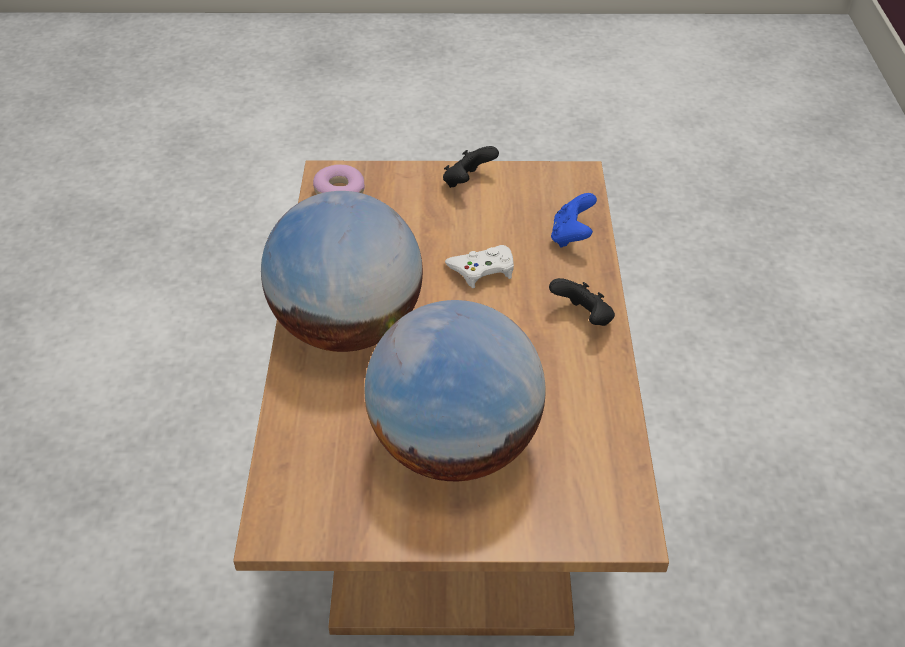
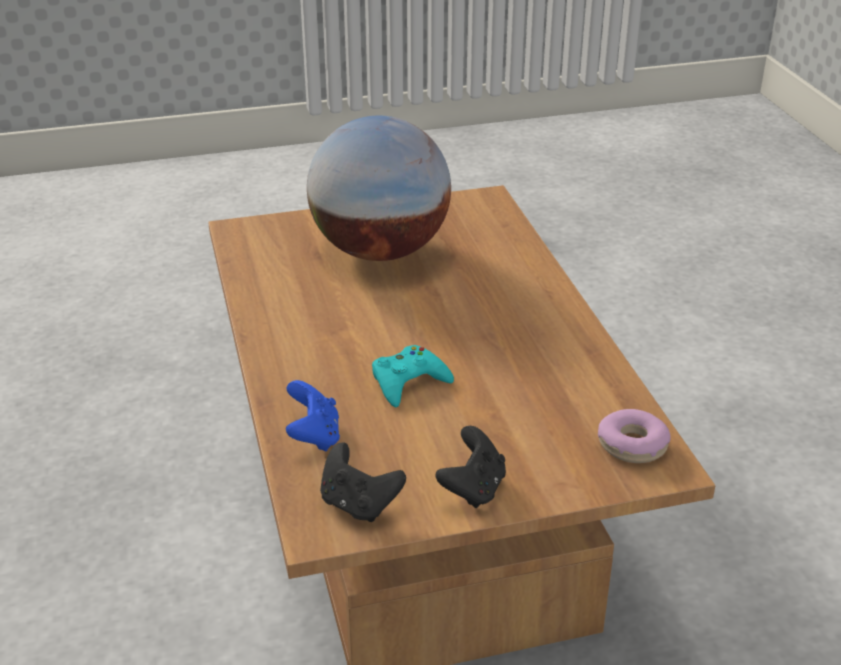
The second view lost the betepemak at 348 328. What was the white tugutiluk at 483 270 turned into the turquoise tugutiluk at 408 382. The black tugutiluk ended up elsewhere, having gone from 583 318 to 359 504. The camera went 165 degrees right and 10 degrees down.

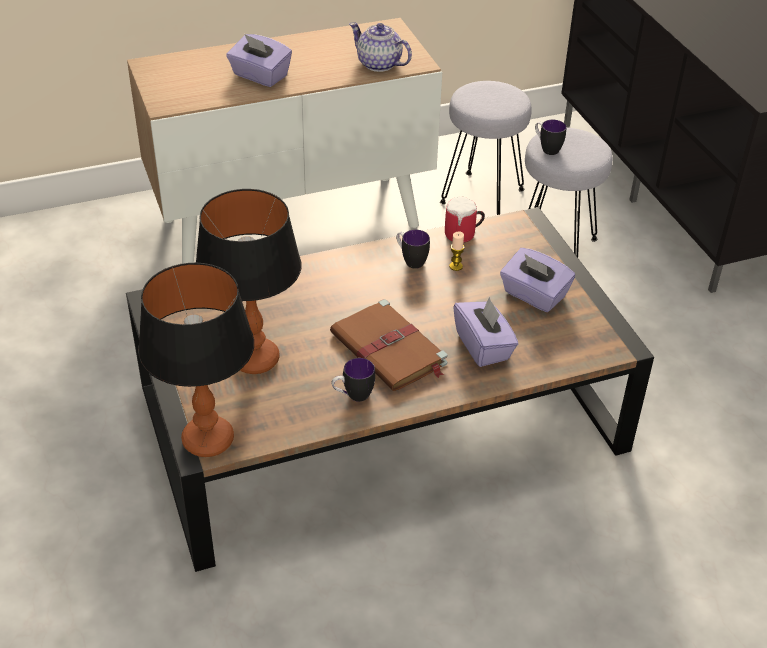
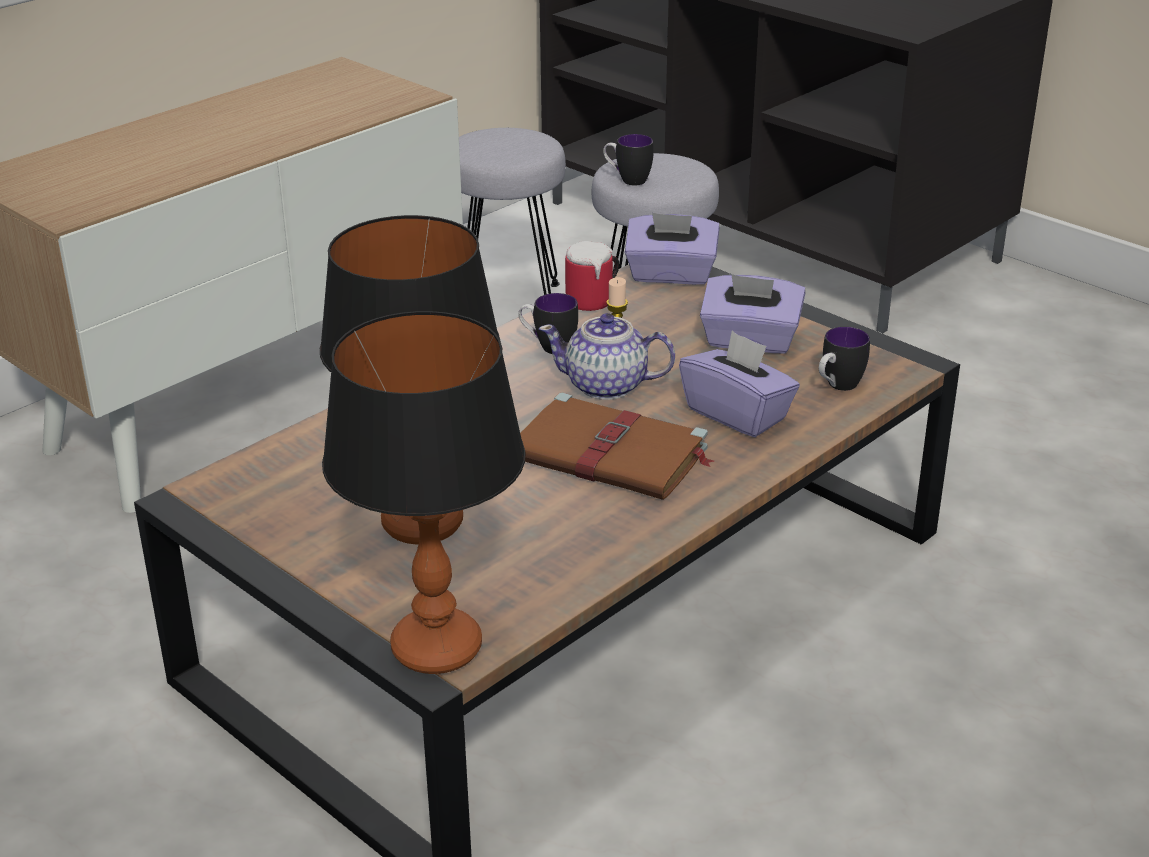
The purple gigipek ended up elsewhere, having gone from 260 76 to 671 275. The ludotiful ended up elsewhere, having gone from 353 396 to 837 387. The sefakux ended up elsewhere, having gone from 379 64 to 607 386. The camera went 25 degrees left and 10 degrees down.

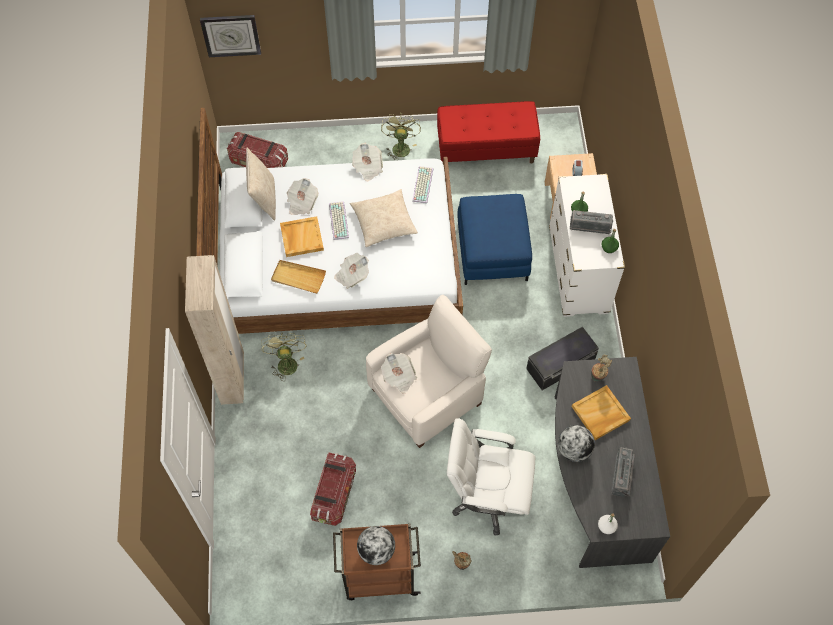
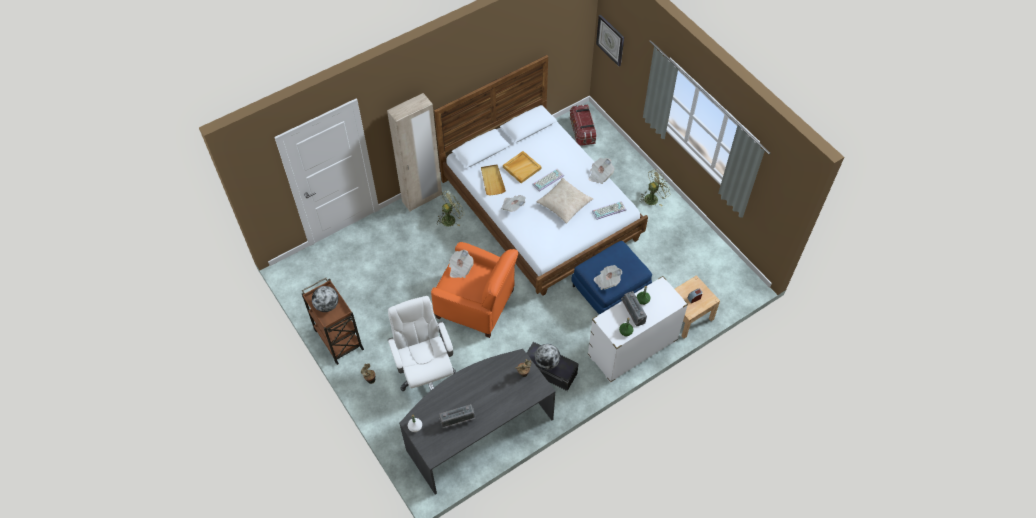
The second view lost the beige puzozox at 264 199. The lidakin ended up elsewhere, having gone from 302 203 to 607 281. The second view lost the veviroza at 334 494. What was the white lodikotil at 427 395 turned into the orange lodikotil at 476 304. The second view lost the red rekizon at 486 149. The betepemak ended up elsewhere, having gone from 573 450 to 547 362. The second view lost the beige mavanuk at 600 414. The camera went 60 degrees right and 5 degrees down.

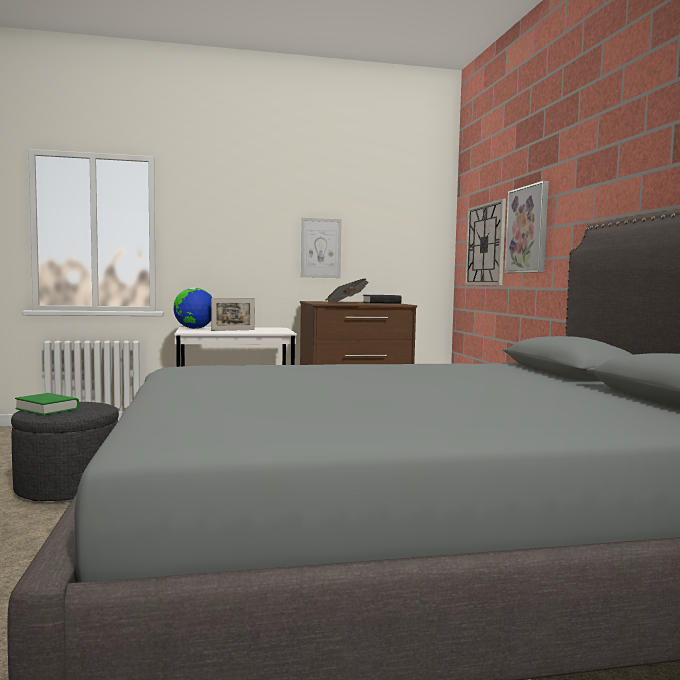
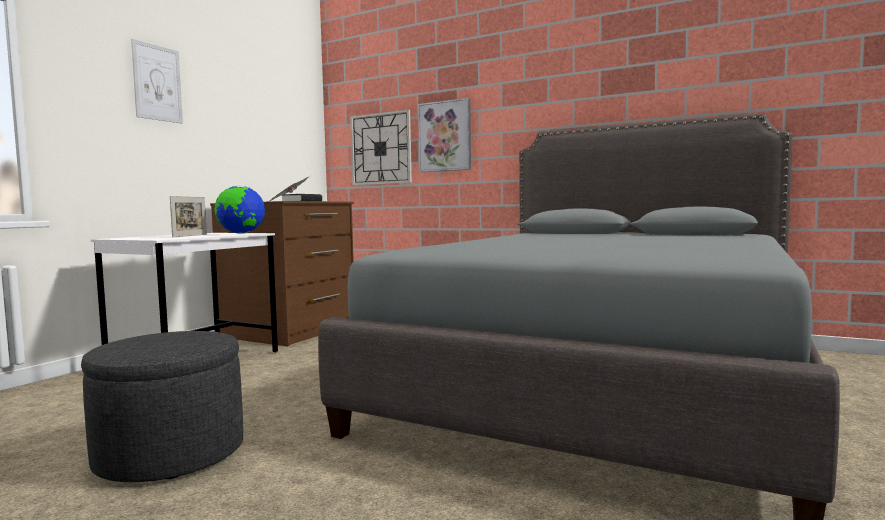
The second view lost the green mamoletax at 47 409. The betepemak ended up elsewhere, having gone from 194 329 to 241 233. The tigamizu ended up elsewhere, having gone from 321 248 to 157 83. The camera went 50 degrees left and 0 degrees up.

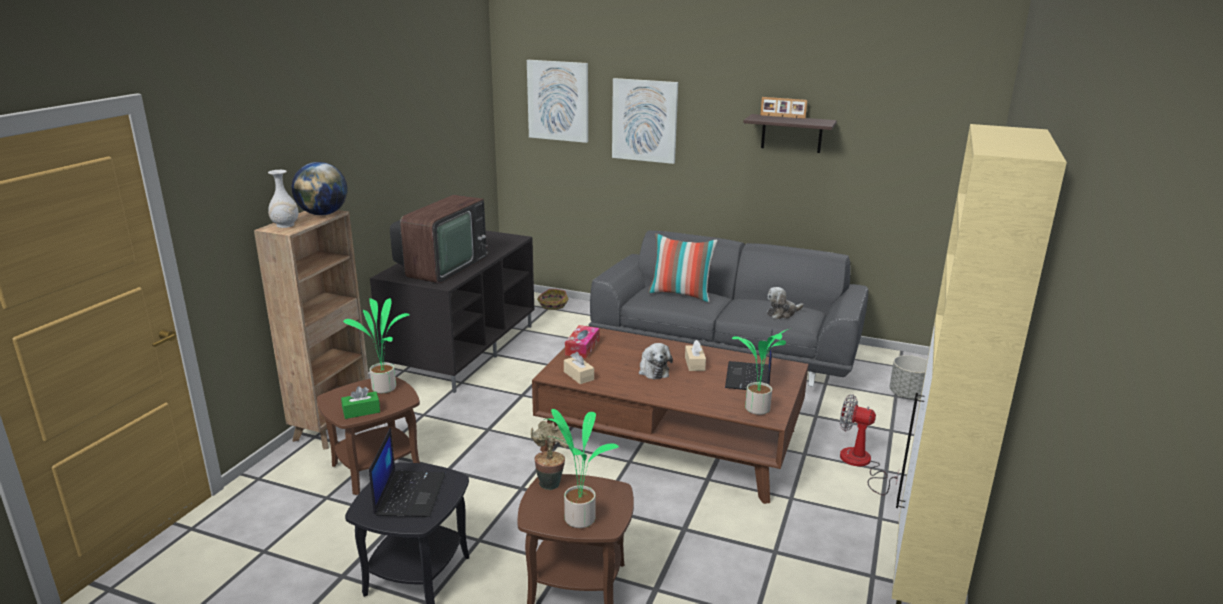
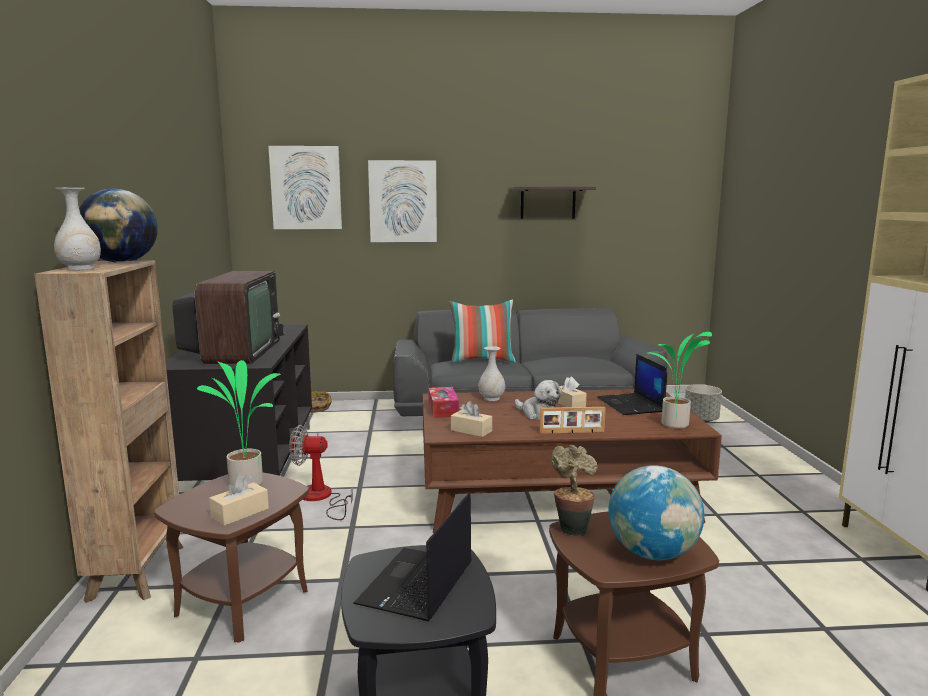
What was the green gigipek at 361 411 turned into the beige gigipek at 240 513. The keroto at 409 494 ended up facing another way, 135 degrees counterclockwise from before. Where the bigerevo stood at 578 518, the betepemak came to stand at 652 553. The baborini ended up elsewhere, having gone from 782 116 to 572 432. The second view lost the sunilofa at 782 313. The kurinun ended up elsewhere, having gone from 860 464 to 320 498. The second view gained the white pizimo at 492 398. The camera went 25 degrees left and 10 degrees down.

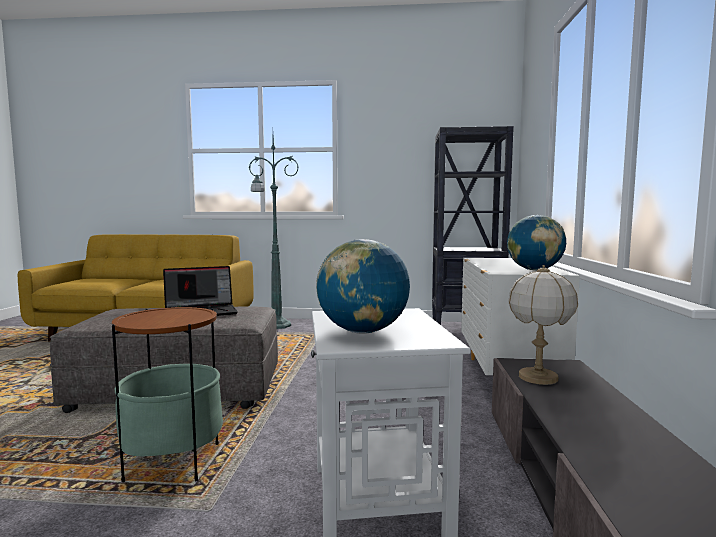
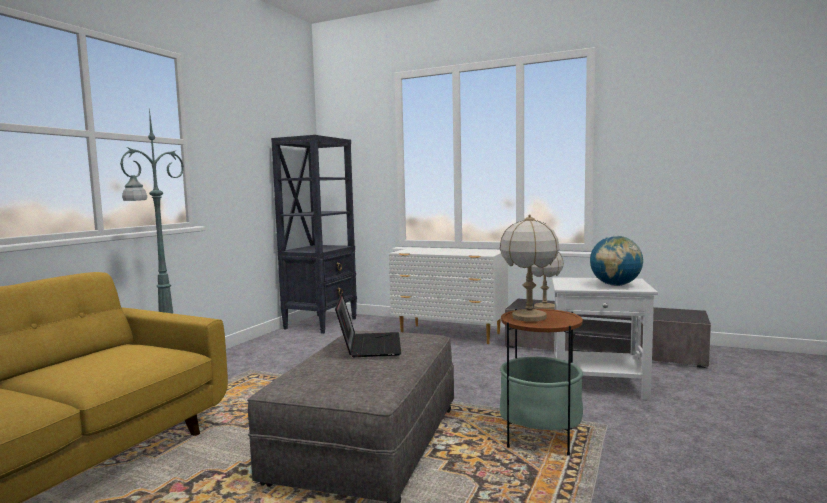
The second view lost the betepemak at 534 270. The second view gained the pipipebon at 528 317. The camera went 70 degrees left and 0 degrees up.

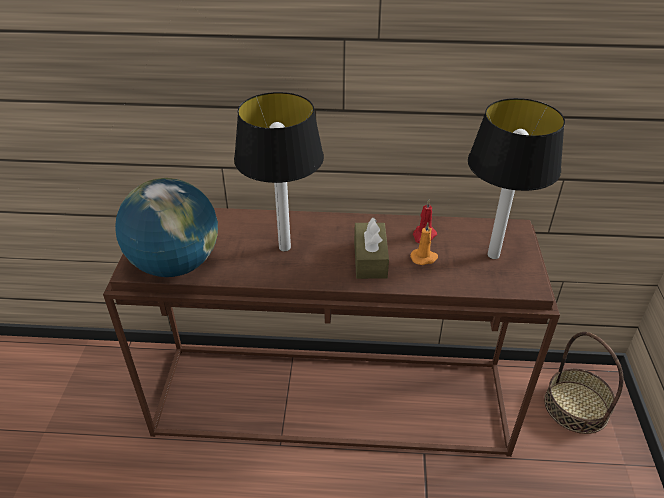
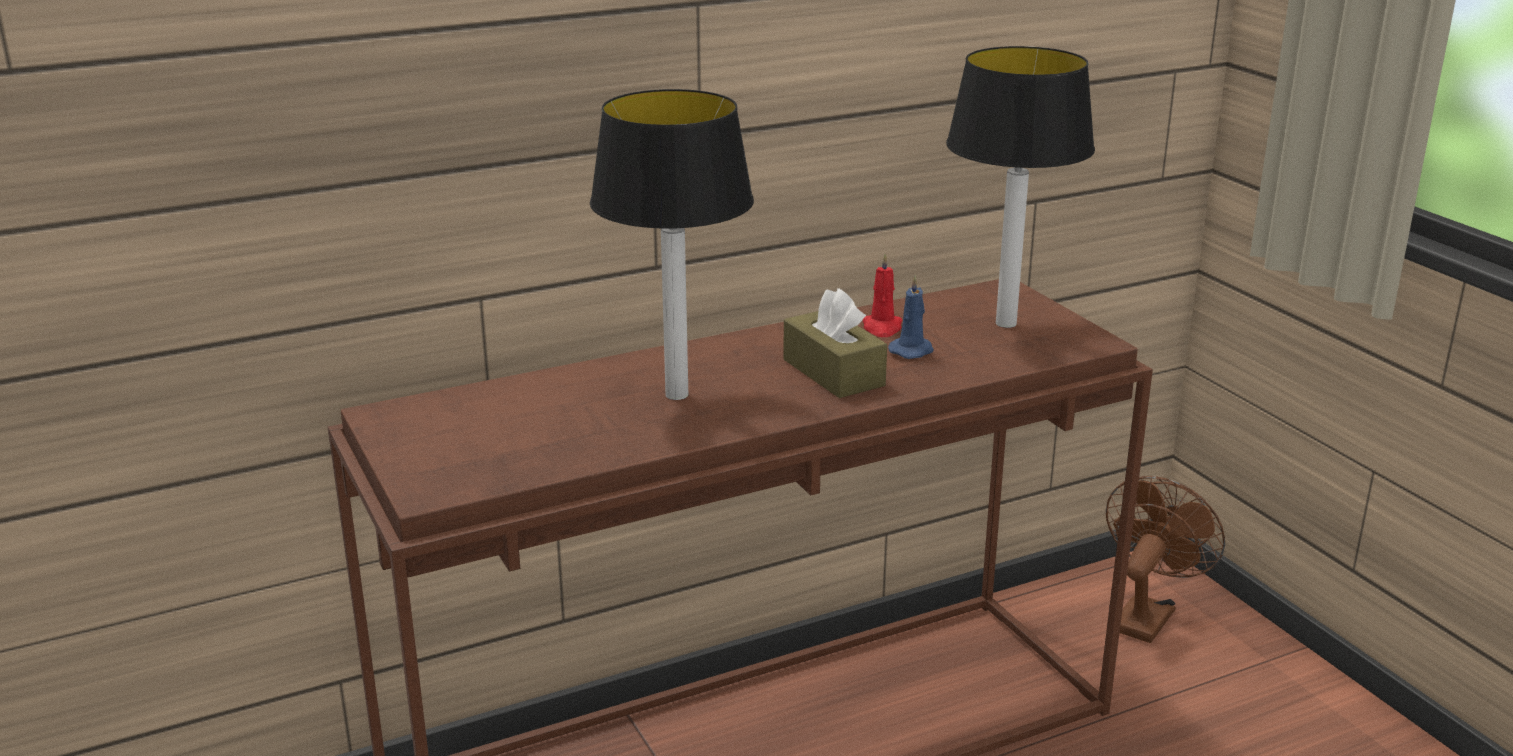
The second view lost the betepemak at 175 264. What was the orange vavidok at 424 258 turned into the blue vavidok at 912 351. Where the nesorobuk stood at 576 406, the brown kurinun came to stand at 1146 615. The camera went 30 degrees left and 15 degrees down.

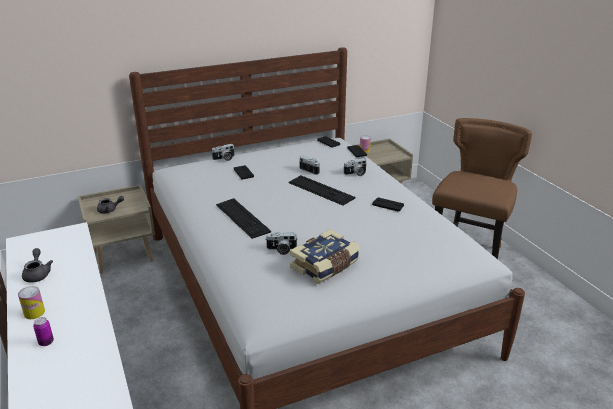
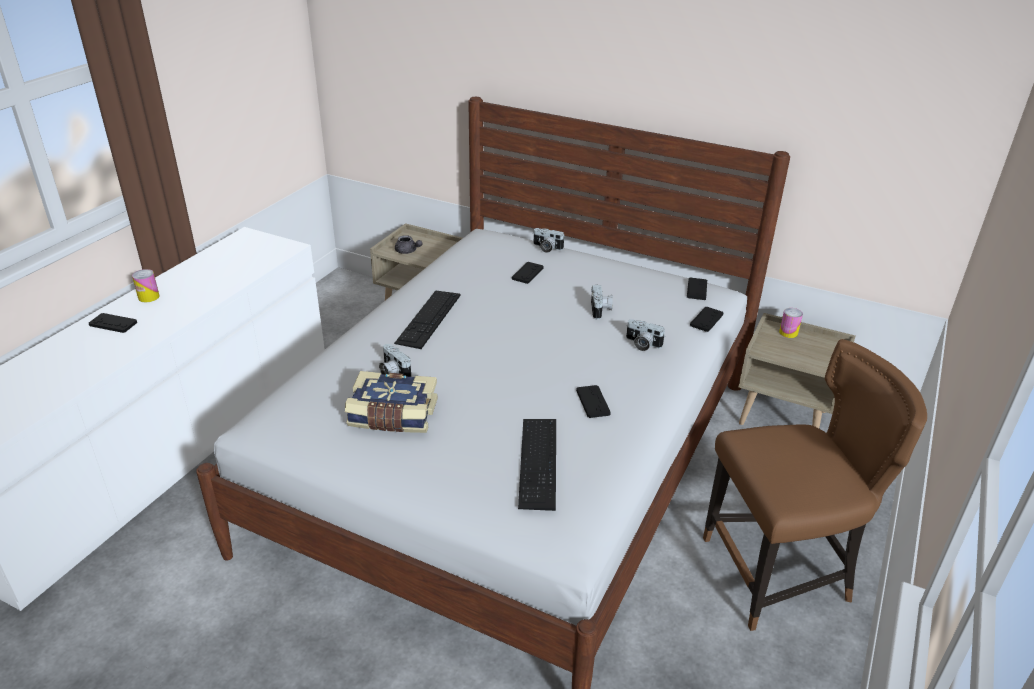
The second view lost the grey sefakux at 38 274. Where the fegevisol stood at 46 342, the black tugutiluk came to stand at 113 324. The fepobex ended up elsewhere, having gone from 320 190 to 538 462. The camera went 50 degrees right and 5 degrees up.

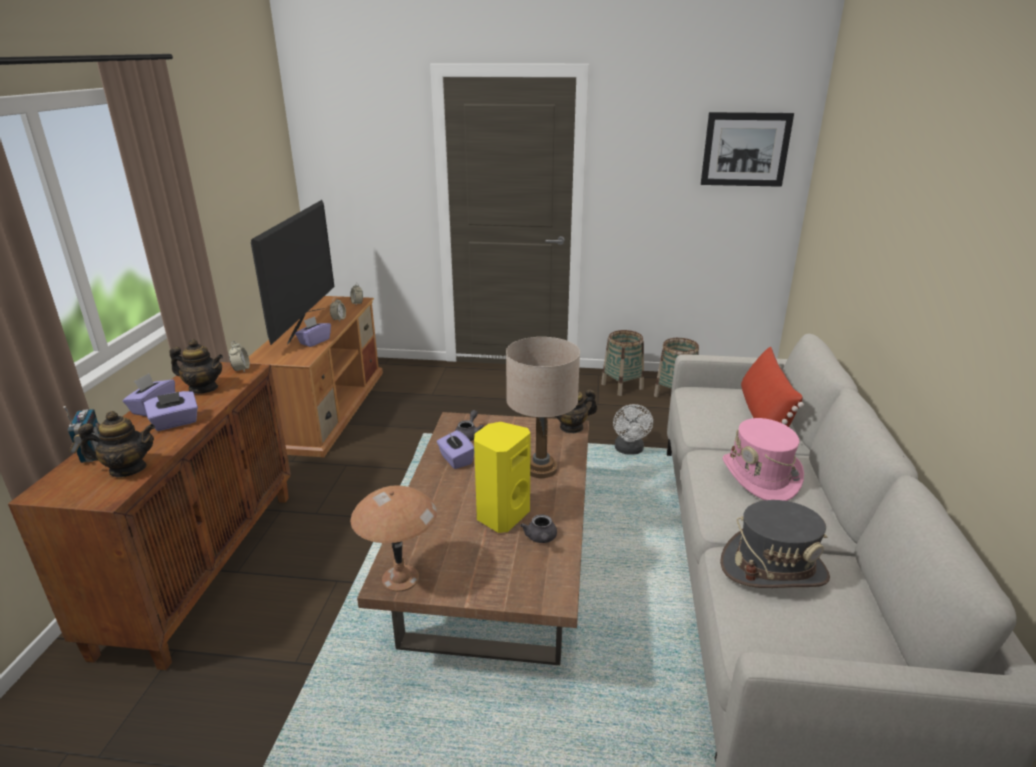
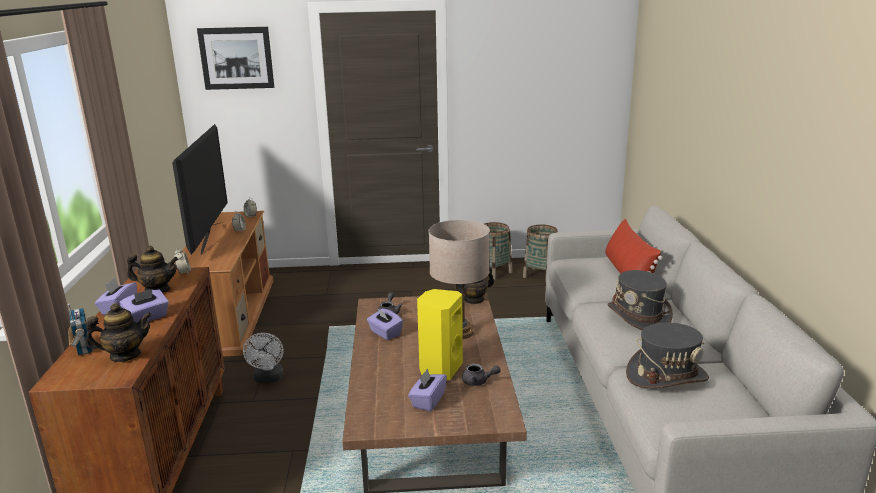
The purple gigipek ended up elsewhere, having gone from 314 341 to 428 401. The second view lost the brown pipipebon at 399 578. The grey sefakux at 541 539 ended up facing another way, 60 degrees counterclockwise from before. The white kurinun ended up elsewhere, having gone from 629 450 to 268 379. The tigamizu ended up elsewhere, having gone from 745 149 to 236 58. What was the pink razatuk at 760 477 turned into the grey razatuk at 639 317. The camera went 10 degrees left and 5 degrees down.

